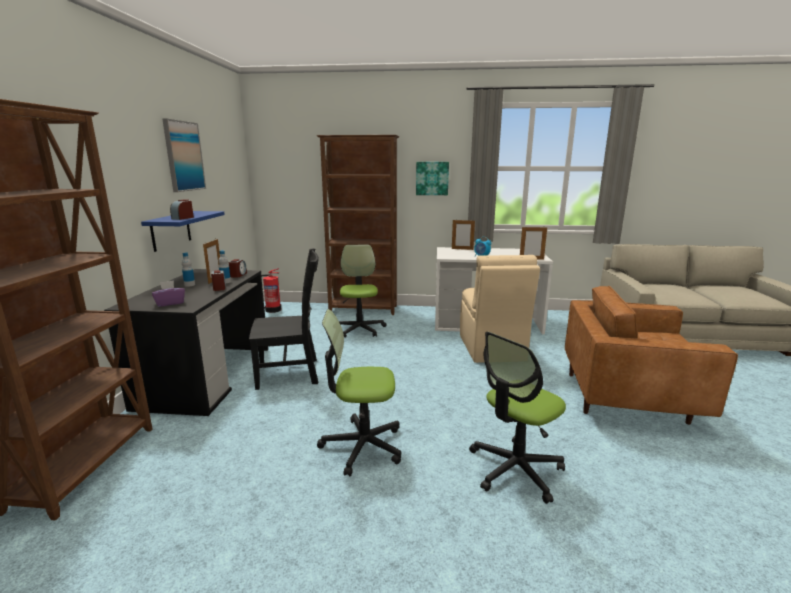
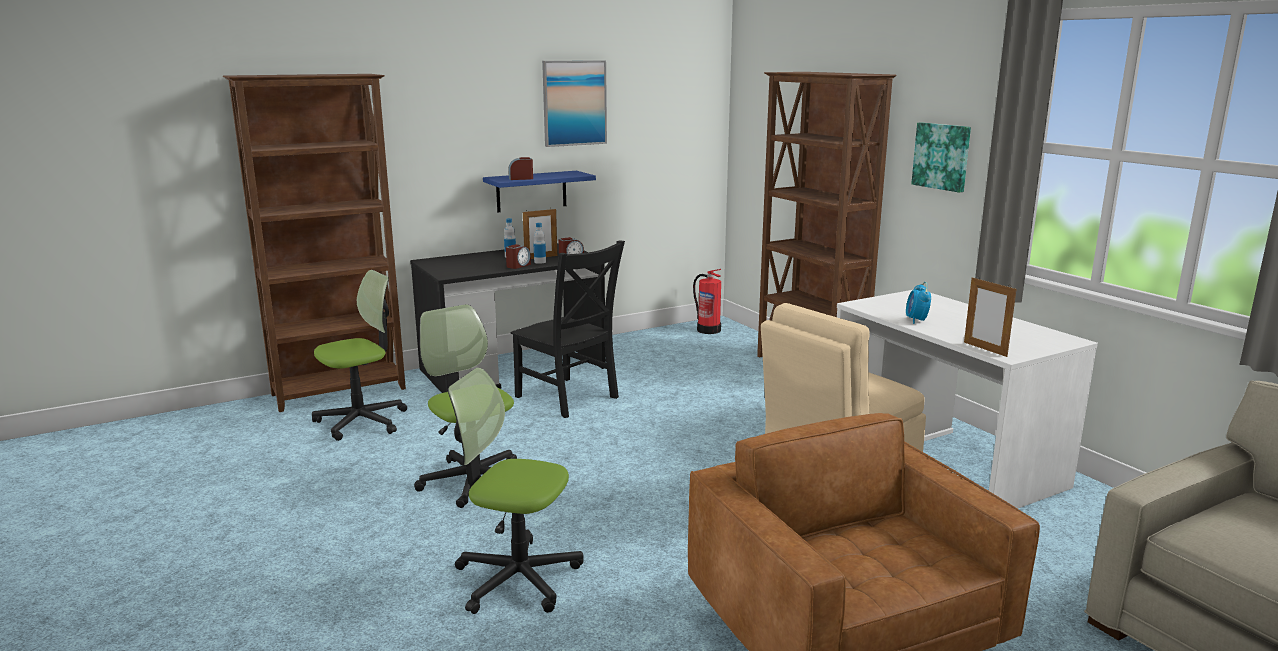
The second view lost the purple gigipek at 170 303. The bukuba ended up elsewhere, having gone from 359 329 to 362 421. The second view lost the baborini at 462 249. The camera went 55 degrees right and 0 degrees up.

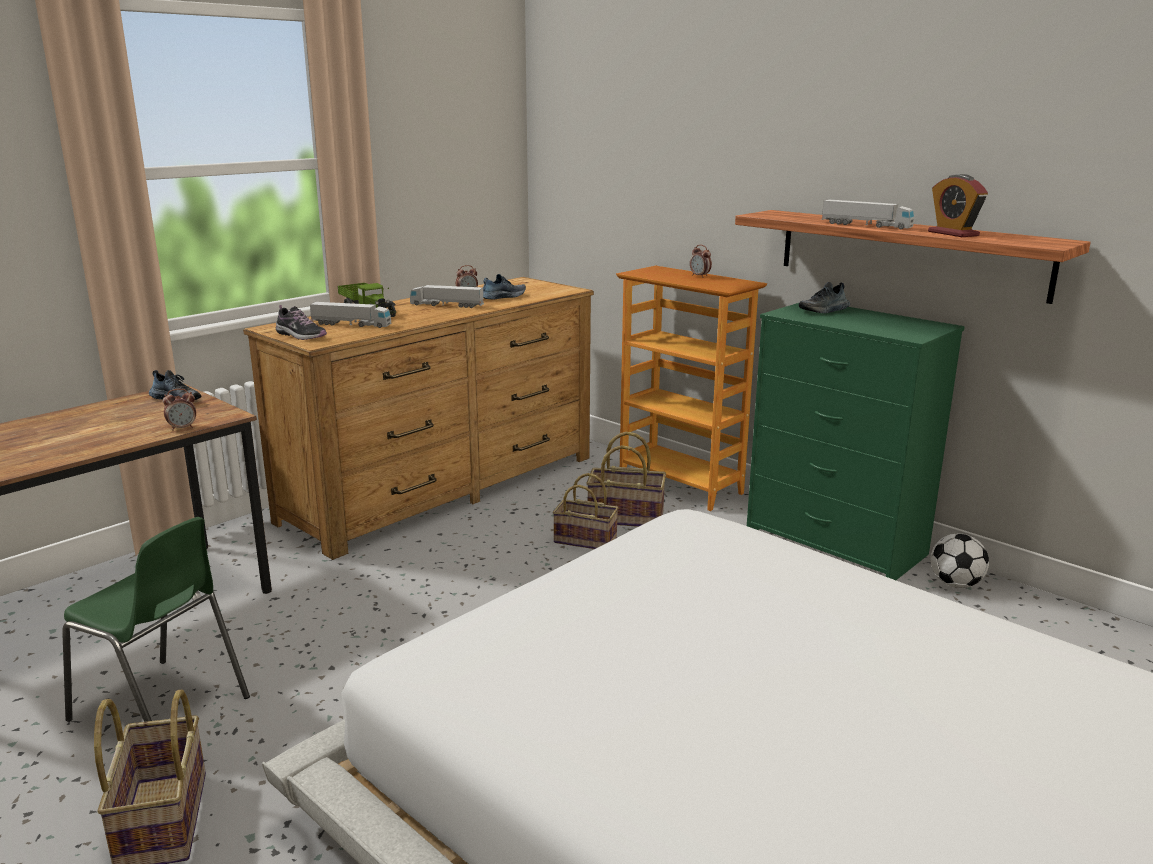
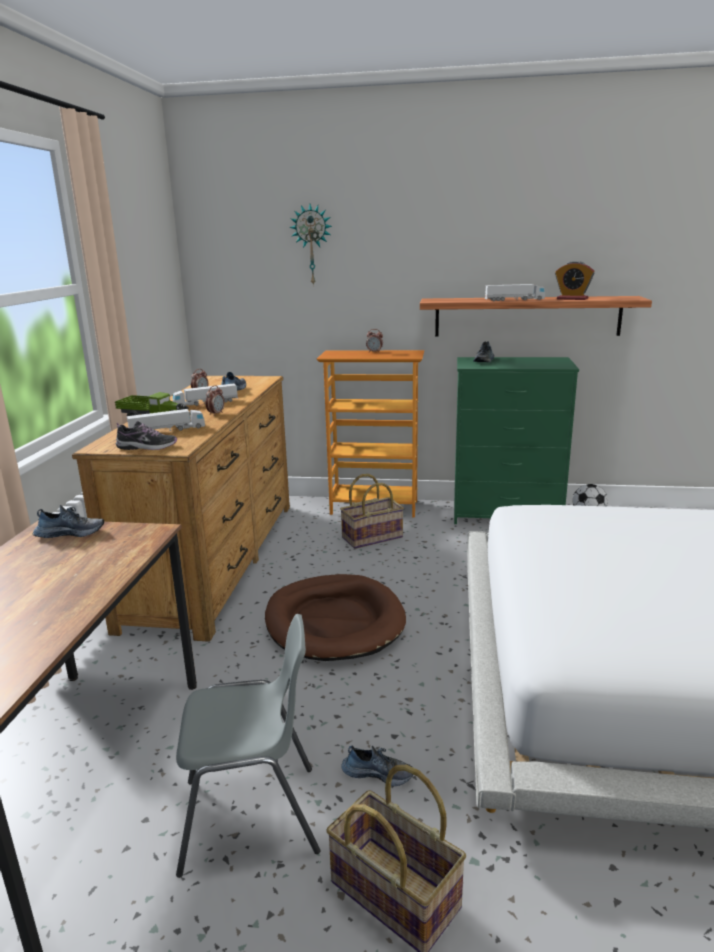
What was the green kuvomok at 162 709 turned into the grey kuvomok at 252 817. The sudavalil ended up elsewhere, having gone from 182 428 to 216 414. The second view lost the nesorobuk at 587 540. The second view gained the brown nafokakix at 334 622. The second view gained the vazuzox at 312 245. The second view gained the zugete at 378 773. The camera went 35 degrees left and 0 degrees up.

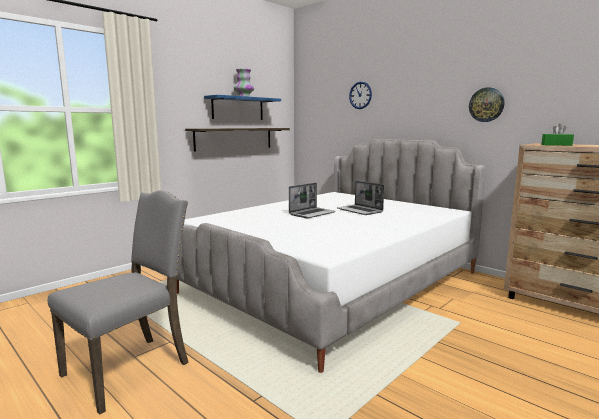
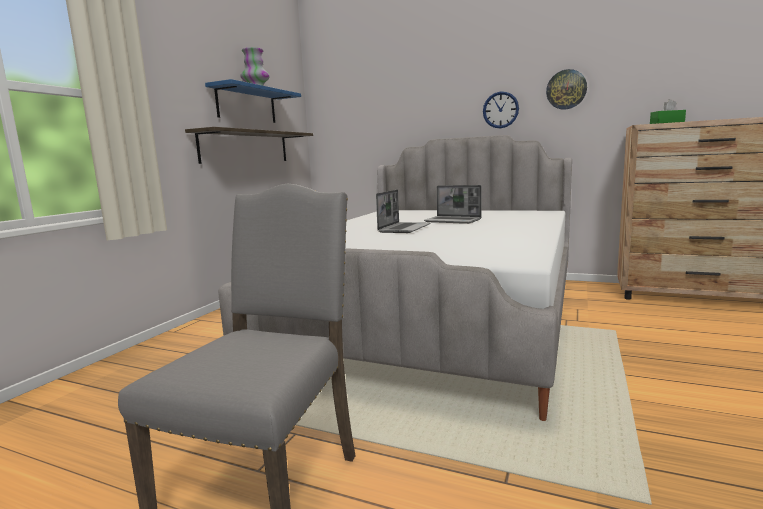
The vazuzox ended up elsewhere, having gone from 360 95 to 500 110. The camera went 20 degrees left and 0 degrees up.

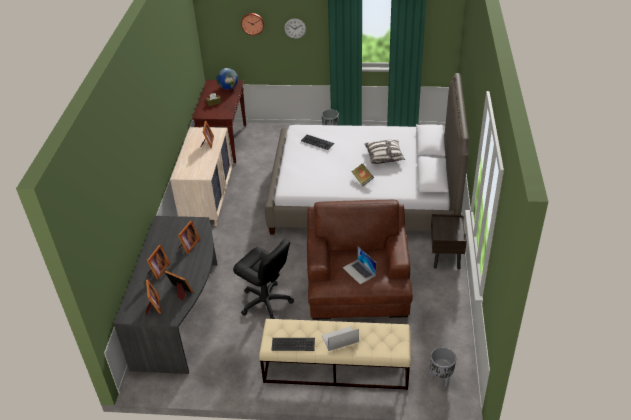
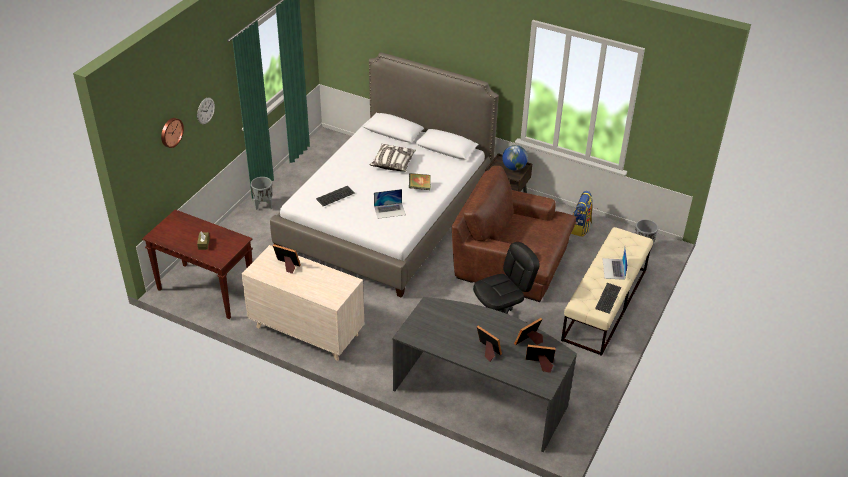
The second view lost the baborini at 188 245. The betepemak ended up elsewhere, having gone from 228 88 to 514 168. The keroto ended up elsewhere, having gone from 359 271 to 389 210. The second view gained the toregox at 580 228. The camera went 70 degrees left and 0 degrees up.

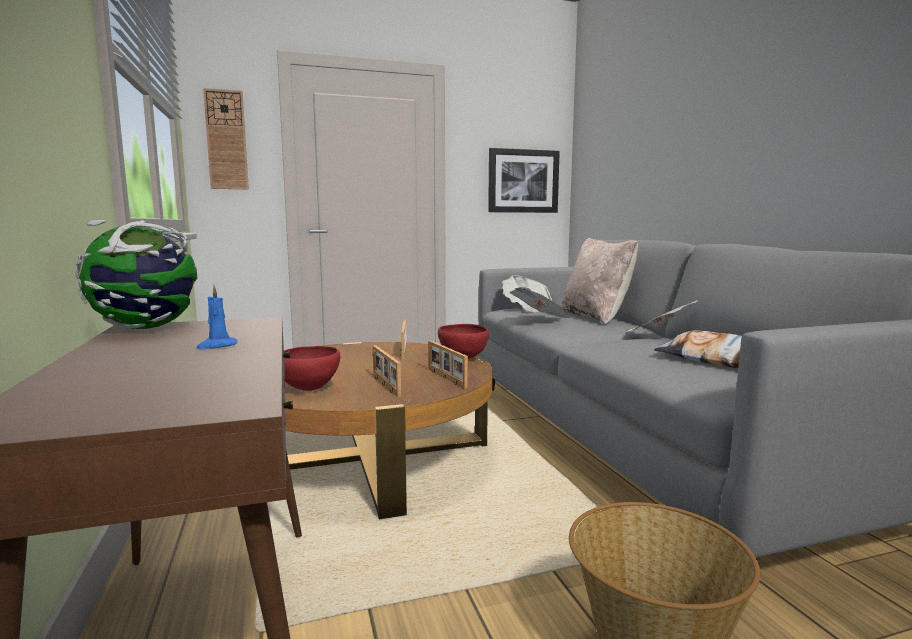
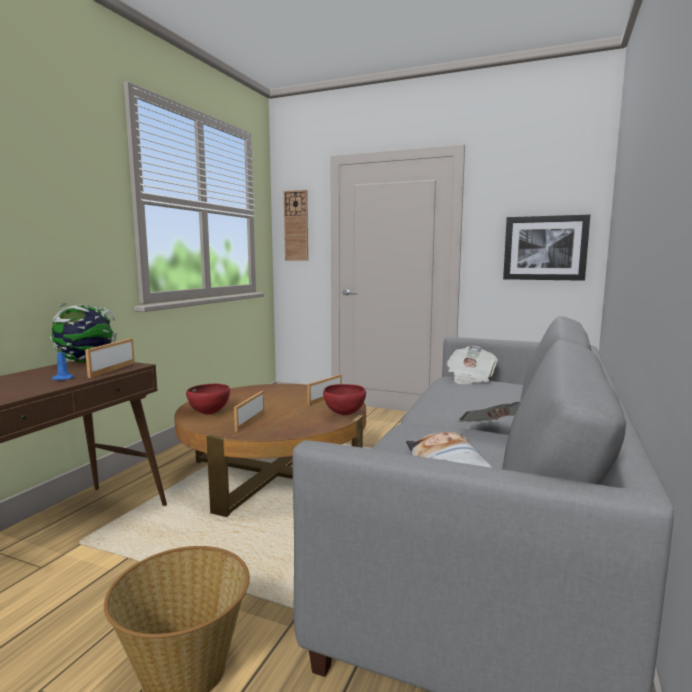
The baborini ended up elsewhere, having gone from 445 378 to 111 370. The second view lost the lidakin at 541 320. The second view lost the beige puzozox at 596 317. The camera went 40 degrees right and 0 degrees up.

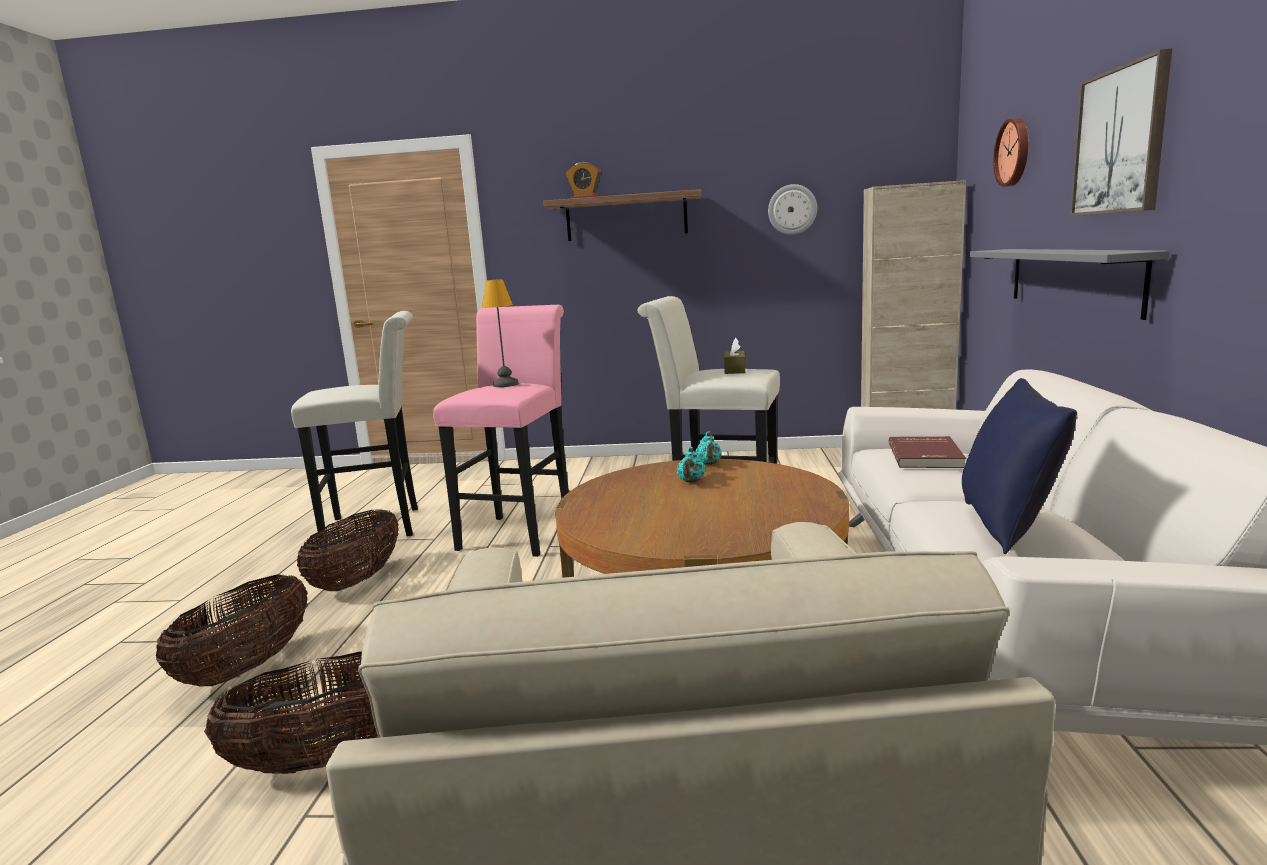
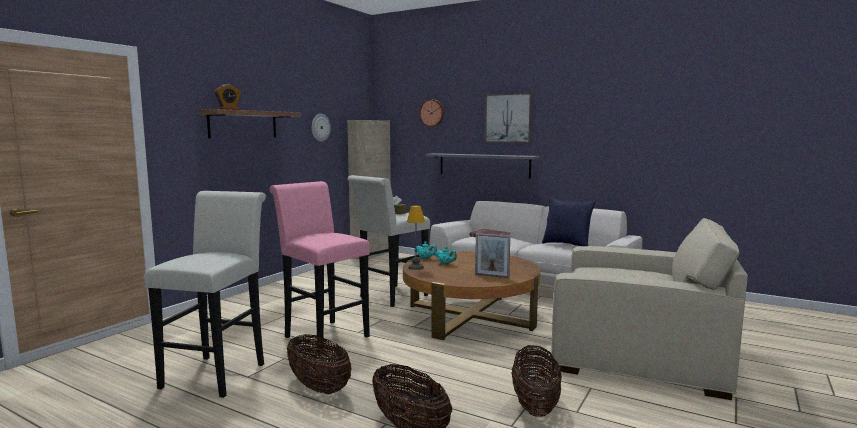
The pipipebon ended up elsewhere, having gone from 505 384 to 416 267. The second view gained the baborini at 492 276. The camera went 65 degrees left and 5 degrees down.

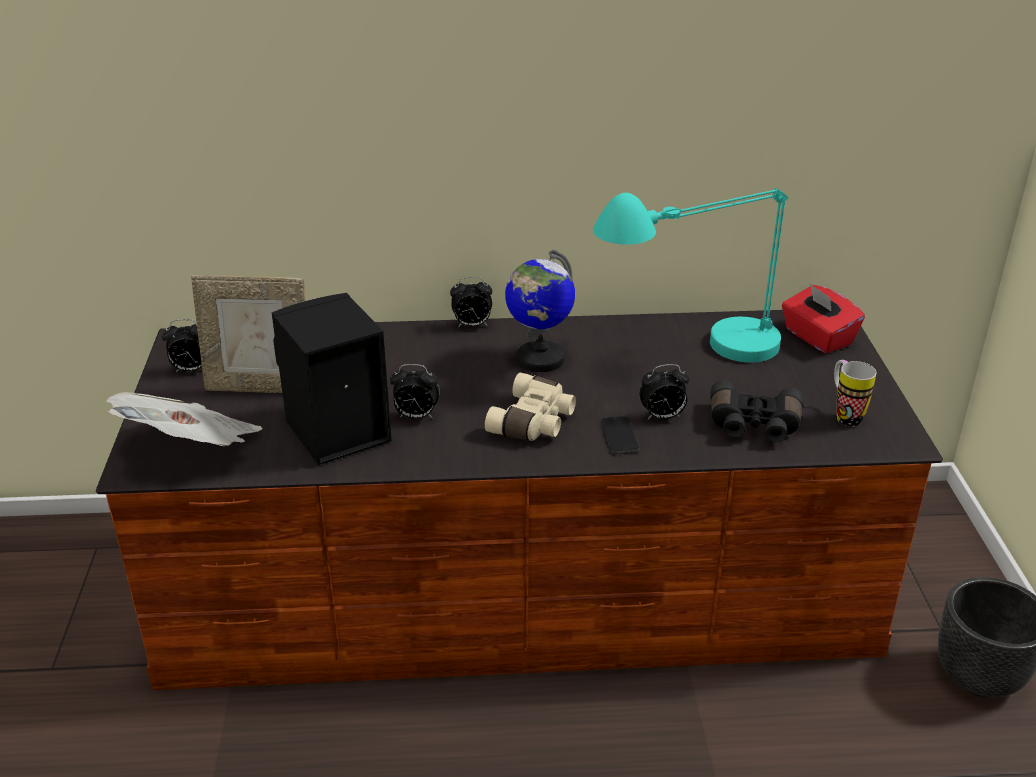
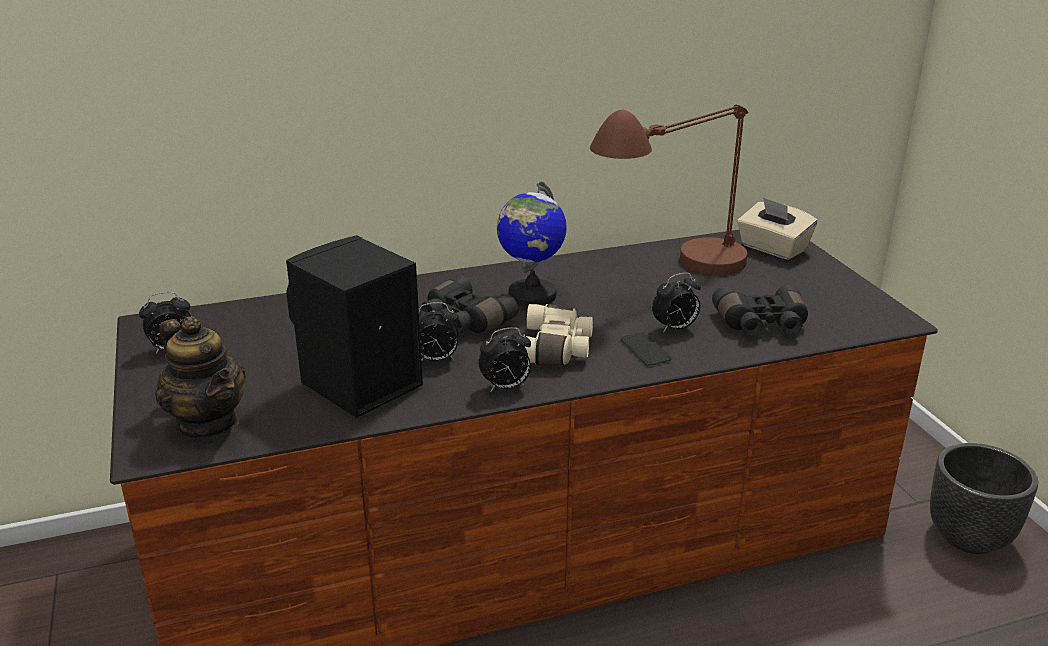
Where the lidakin stood at 193 449, the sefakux came to stand at 208 423. The second view lost the baborini at 260 387. The sudavalil ended up elsewhere, having gone from 472 325 to 505 388. What was the turquoise pipipebon at 691 358 turned into the brown pipipebon at 672 277. What was the red gigipek at 817 338 turned into the beige gigipek at 772 248. The second view lost the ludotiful at 844 415. The second view gained the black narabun at 464 320. The camera went 15 degrees left and 5 degrees down.

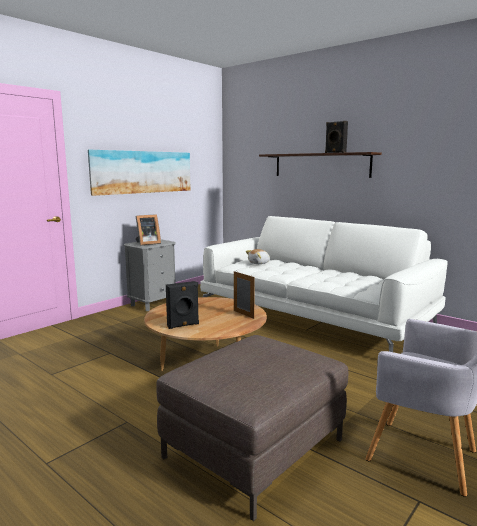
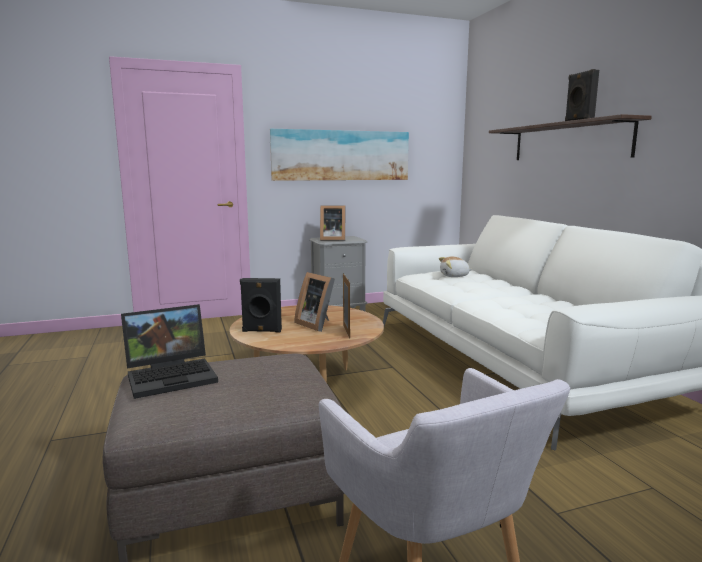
The second view gained the keroto at 173 375. The second view gained the baborini at 317 324. The camera went 30 degrees right and 0 degrees up.

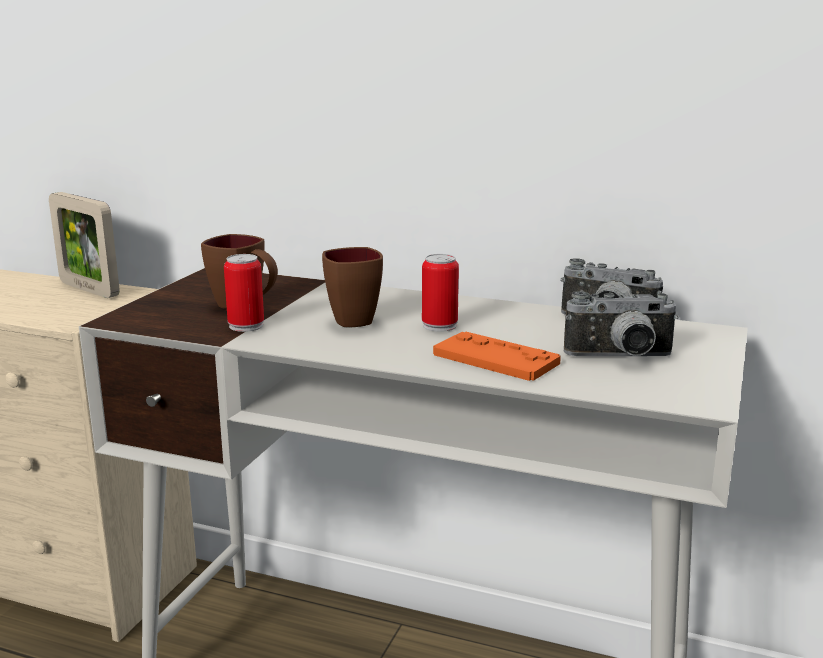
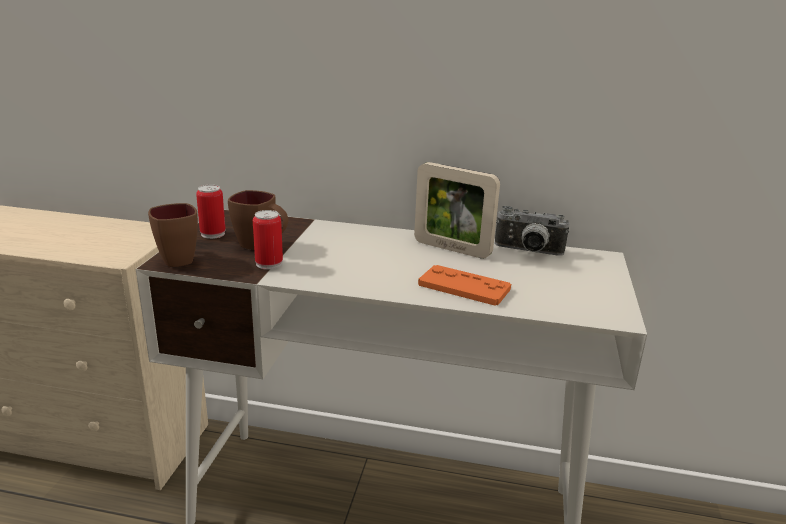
The baborini ended up elsewhere, having gone from 89 289 to 452 249. The brown ludotiful ended up elsewhere, having gone from 350 318 to 176 258. The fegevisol ended up elsewhere, having gone from 439 325 to 213 234. The second view lost the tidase at 620 358. The camera went 10 degrees left and 5 degrees up.

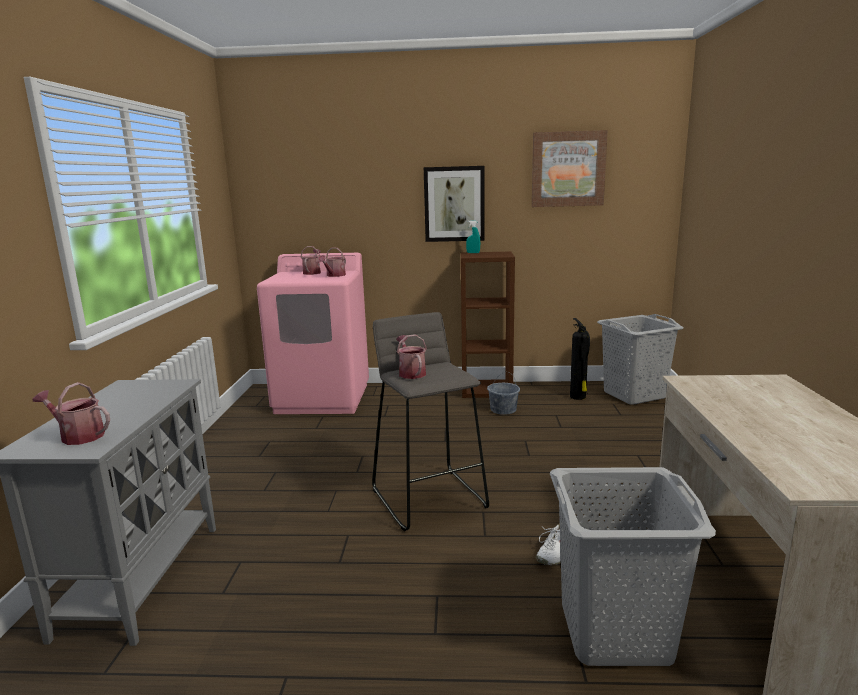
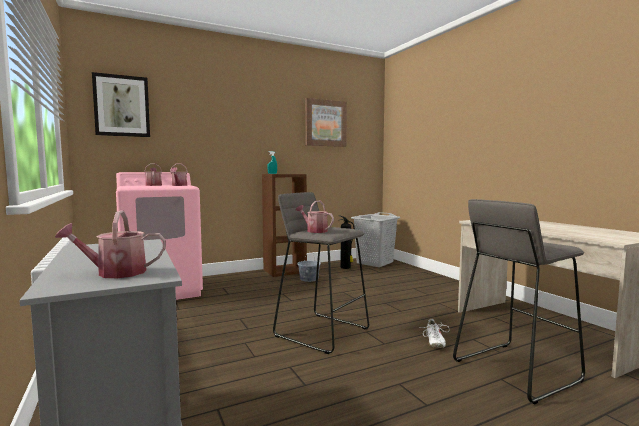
The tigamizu ended up elsewhere, having gone from 454 204 to 122 106. Where the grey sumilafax stood at 613 631, the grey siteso came to stand at 515 370. The camera went 30 degrees left and 10 degrees down.

